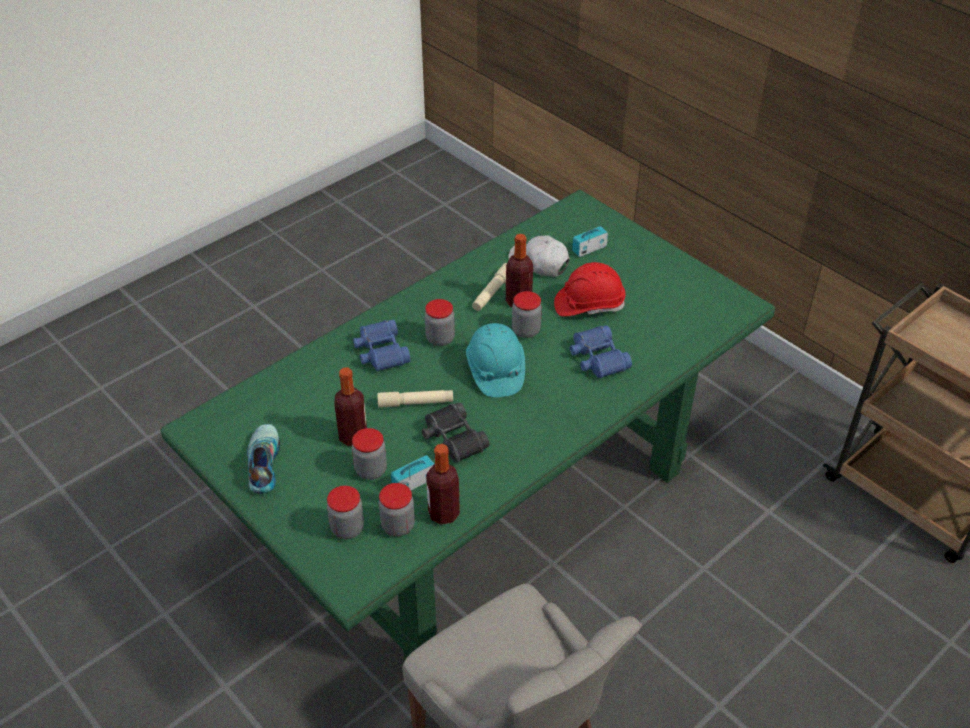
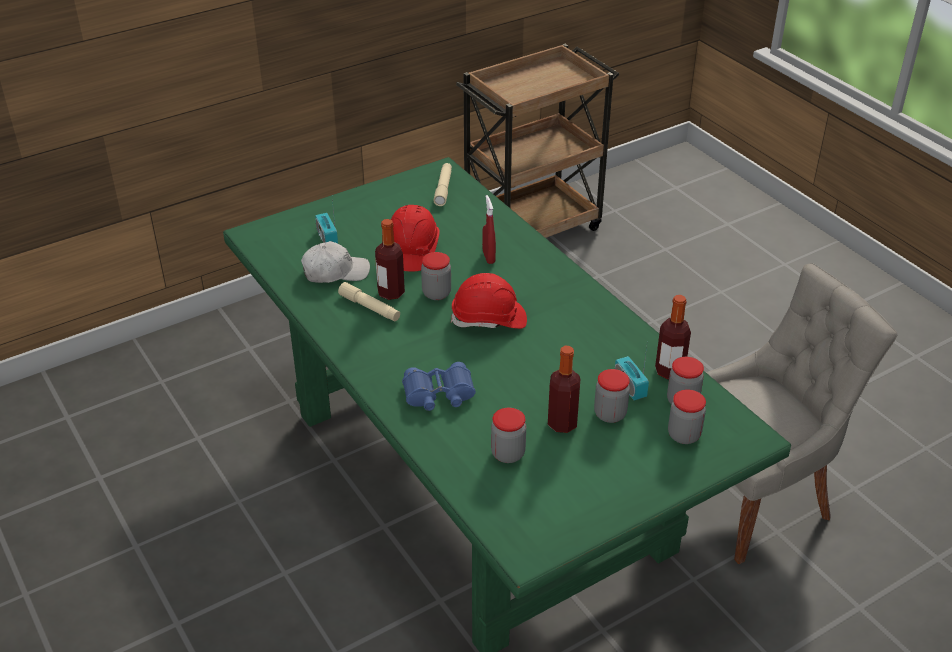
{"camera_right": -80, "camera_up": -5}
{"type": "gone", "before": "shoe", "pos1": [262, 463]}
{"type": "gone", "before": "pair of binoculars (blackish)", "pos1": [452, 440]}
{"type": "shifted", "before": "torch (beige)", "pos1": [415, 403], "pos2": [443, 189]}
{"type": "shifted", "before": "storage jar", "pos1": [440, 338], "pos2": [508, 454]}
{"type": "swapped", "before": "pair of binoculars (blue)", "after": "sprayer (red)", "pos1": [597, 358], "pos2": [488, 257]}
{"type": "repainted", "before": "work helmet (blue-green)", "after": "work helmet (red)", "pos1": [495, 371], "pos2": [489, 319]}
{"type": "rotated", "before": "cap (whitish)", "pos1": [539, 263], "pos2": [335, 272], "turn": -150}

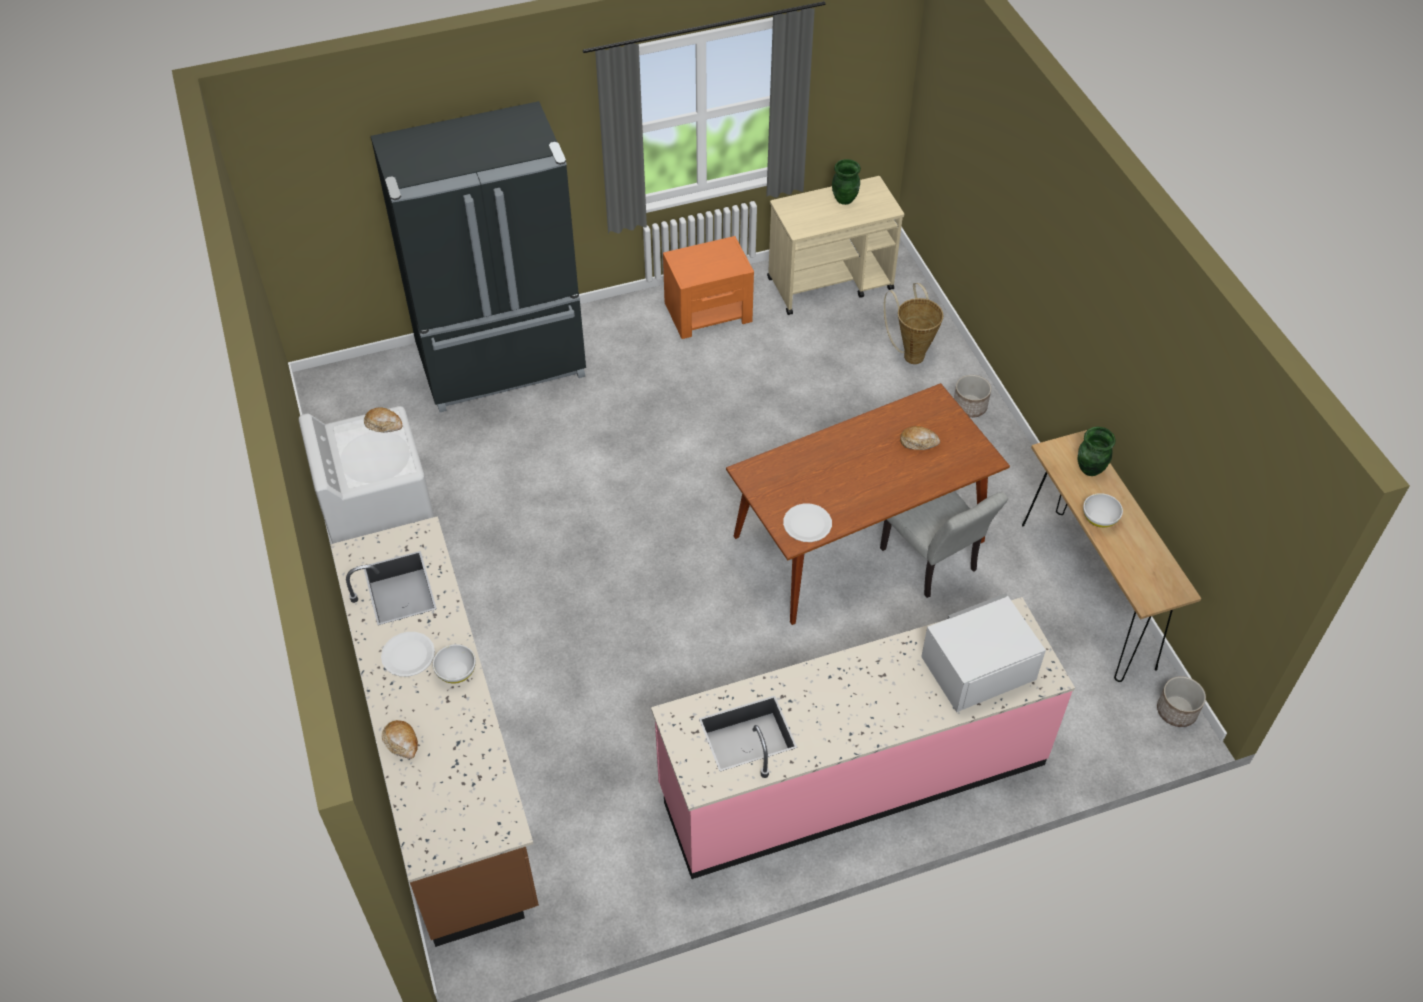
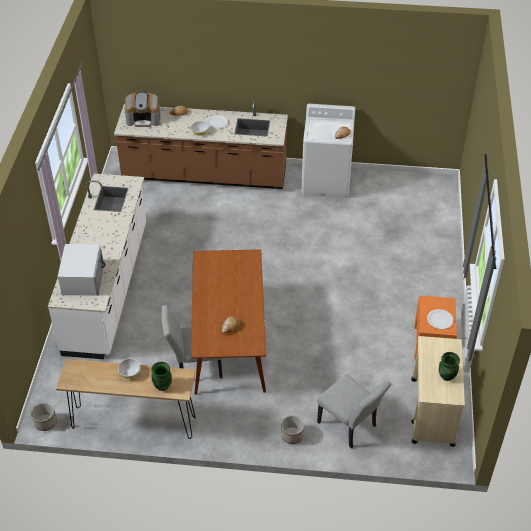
{"camera_right": 115, "camera_up": -5}
{"type": "gone", "before": "fridge (blackish)", "pos1": [503, 363]}
{"type": "new", "after": "coffee machine", "pos2": [143, 119]}
{"type": "shifted", "before": "dinner plate (whitish)", "pos1": [807, 524], "pos2": [440, 319]}
{"type": "swapped", "before": "basket", "after": "plain chair (grey)", "pos1": [911, 353], "pos2": [350, 426]}
{"type": "repainted", "before": "counter (pink-coloured)", "after": "counter (whitish)", "pos1": [852, 775], "pos2": [107, 288]}

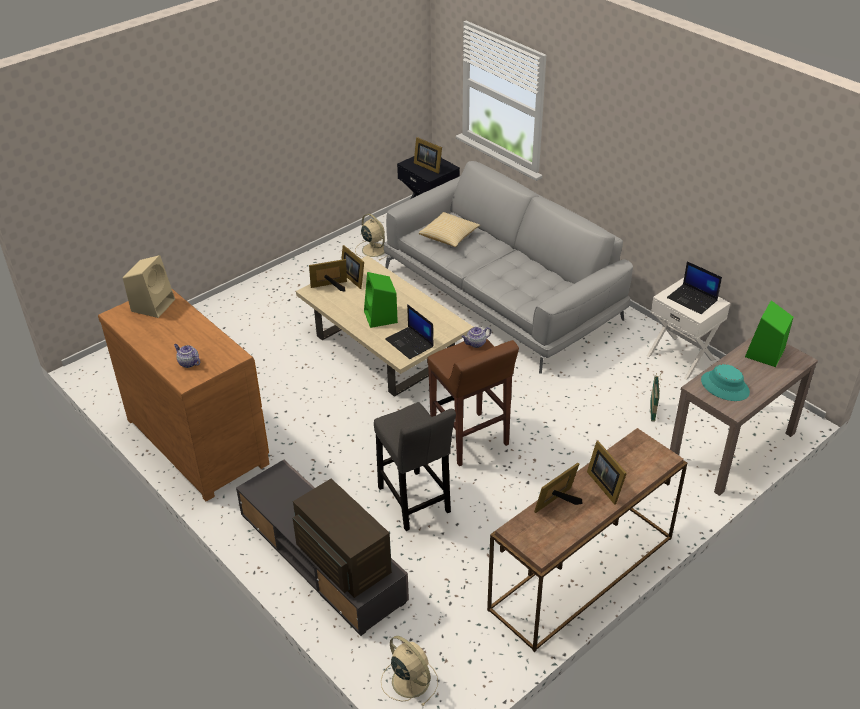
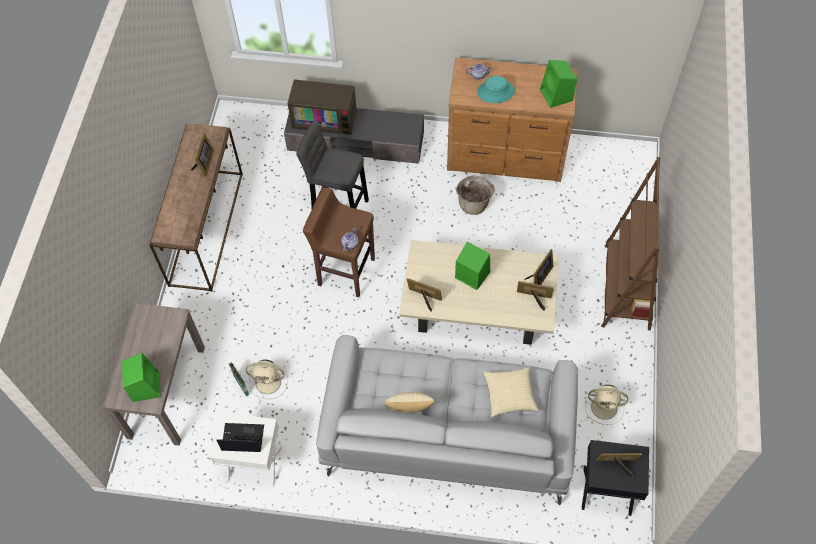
{"camera_right": 140, "camera_up": 20}
{"type": "gone", "before": "notebook computer", "pos1": [410, 343]}
{"type": "new", "after": "throw pillow", "pos2": [409, 411]}
{"type": "new", "after": "basket", "pos2": [474, 203]}
{"type": "new", "after": "bookcase (brown-coloured)", "pos2": [626, 287]}
{"type": "shifted", "before": "electric fan (beige)", "pos1": [409, 680], "pos2": [269, 382]}
{"type": "shifted", "before": "standing frame", "pos1": [605, 484], "pos2": [424, 298]}
{"type": "shifted", "before": "clothing hat (blue-green)", "pos1": [725, 386], "pos2": [495, 92]}
{"type": "repainted", "before": "speaker (beige)", "after": "speaker (green)", "pos1": [153, 304], "pos2": [557, 95]}

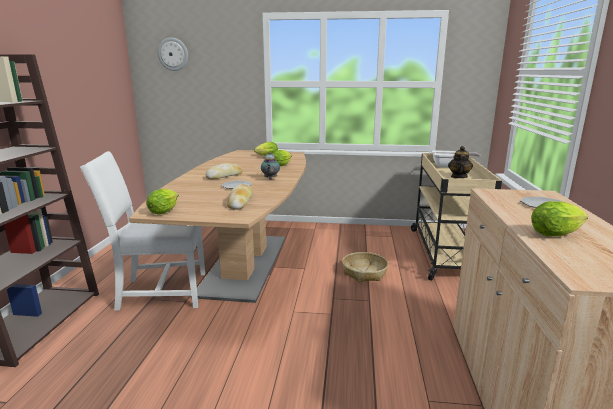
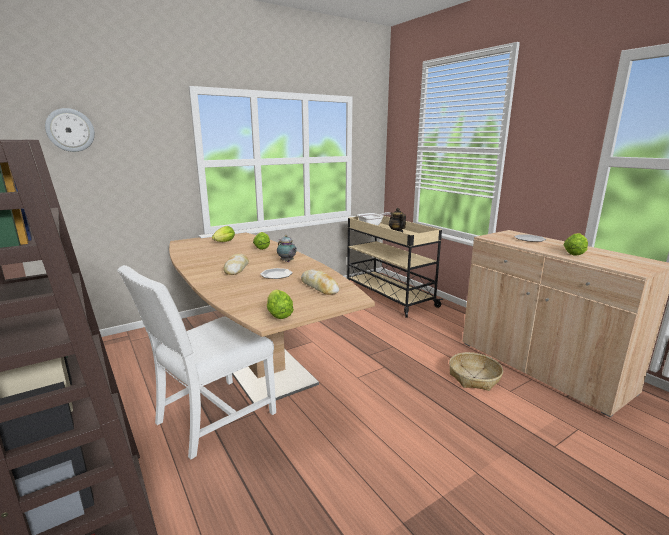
{"camera_right": -40, "camera_up": 0}
{"type": "shifted", "before": "basket", "pos1": [364, 273], "pos2": [474, 377]}

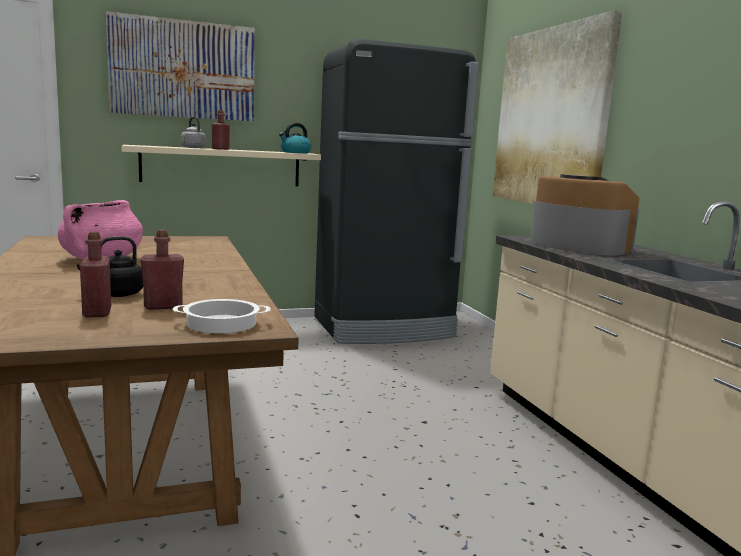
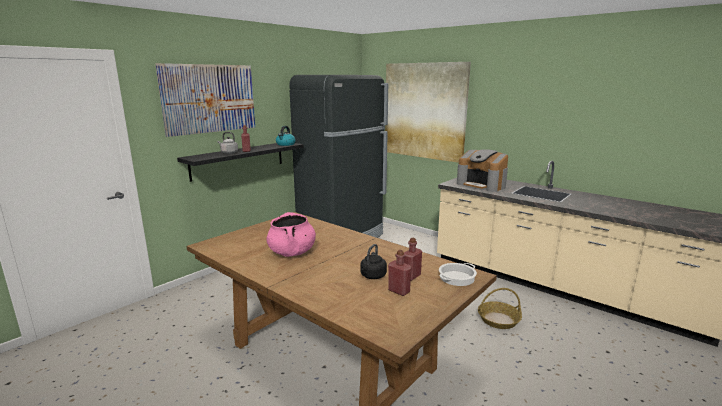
{"camera_right": -30, "camera_up": 5}
{"type": "new", "after": "basket", "pos2": [498, 320]}
{"type": "repainted", "before": "bracket shelf (beige)", "after": "bracket shelf (blackish)", "pos1": [221, 166], "pos2": [238, 160]}
{"type": "rotated", "before": "coffee machine", "pos1": [577, 246], "pos2": [482, 185], "turn": -150}

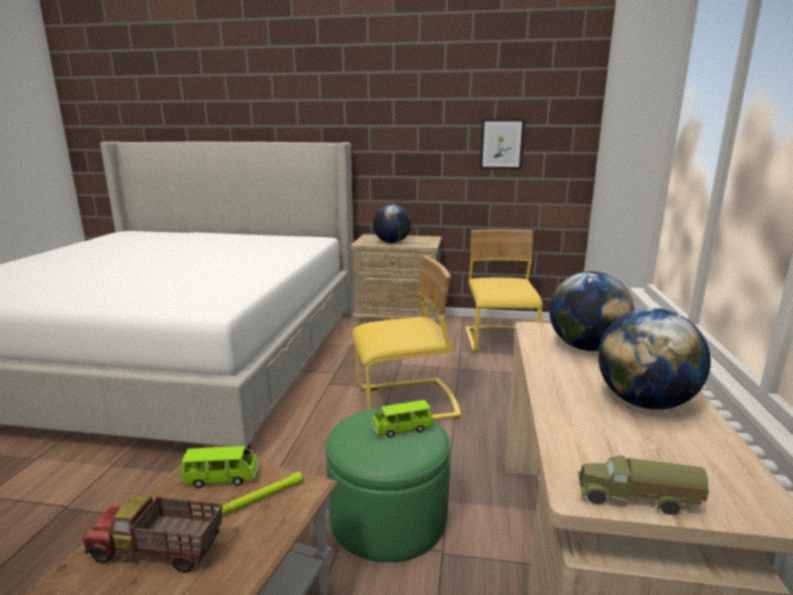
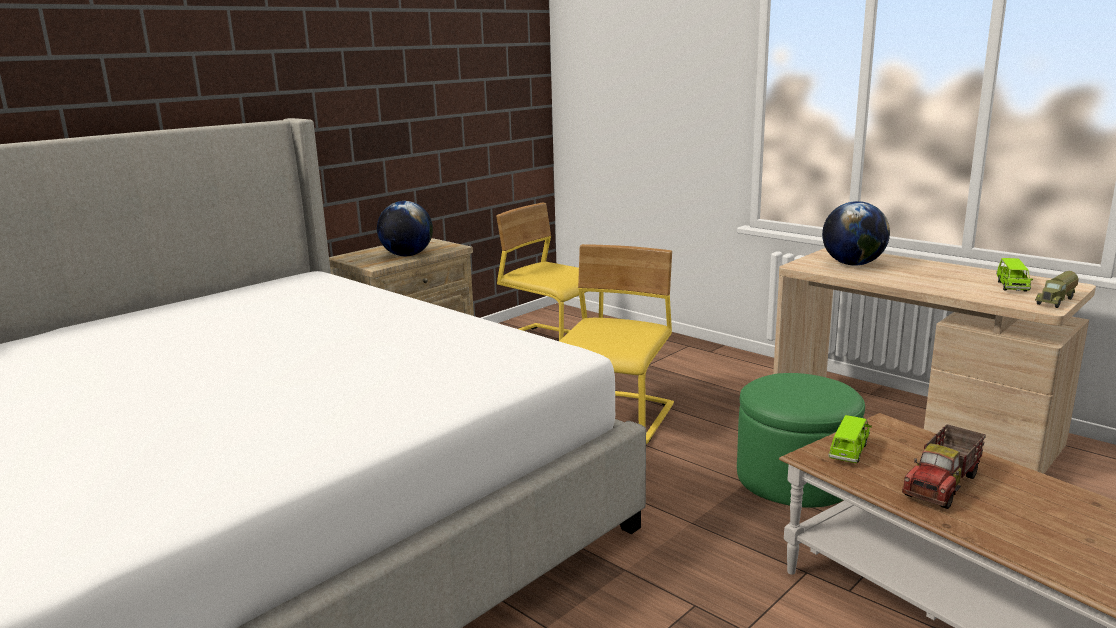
{"camera_right": -55, "camera_up": 0}
{"type": "gone", "before": "torch (green)", "pos1": [260, 499]}
{"type": "gone", "before": "picture", "pos1": [501, 144]}
{"type": "gone", "before": "world globe", "pos1": [644, 402]}
{"type": "shifted", "before": "model car (green)", "pos1": [402, 429], "pos2": [1012, 286]}

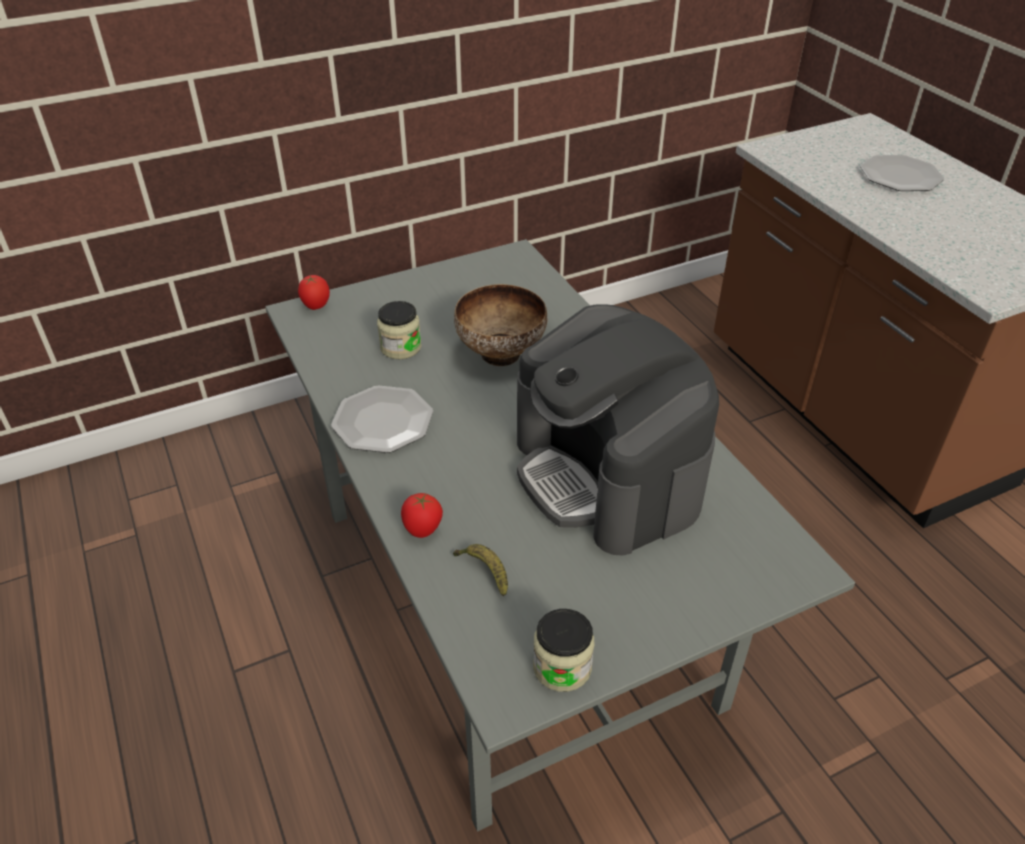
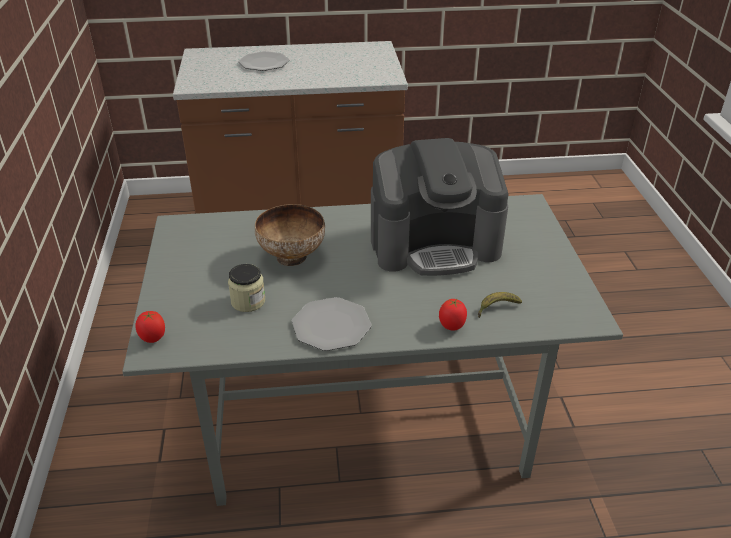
{"camera_right": -70, "camera_up": -5}
{"type": "gone", "before": "storage jar", "pos1": [562, 667]}

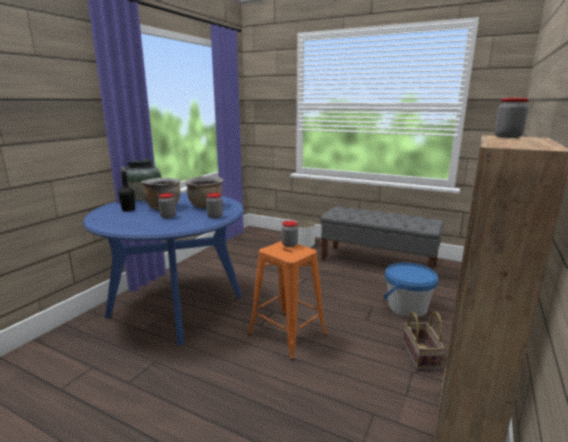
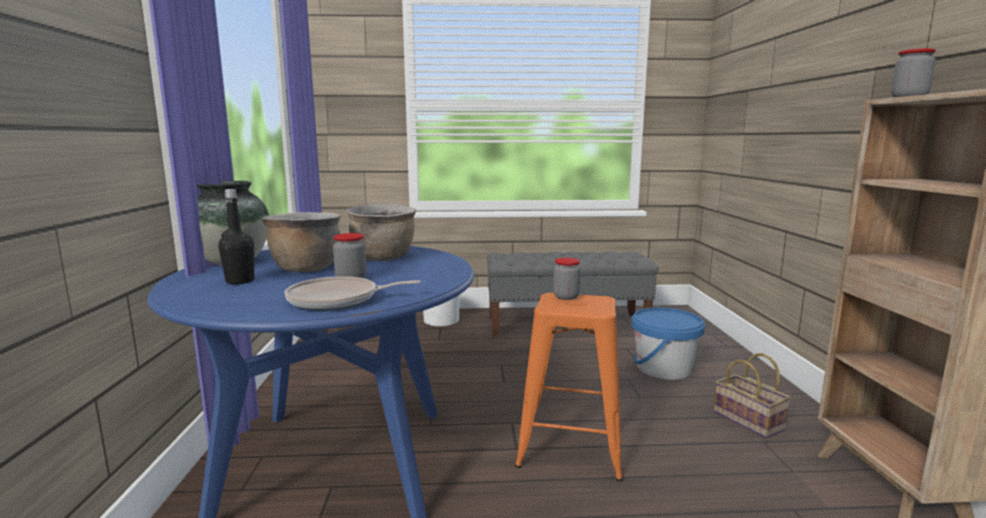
{"camera_right": -30, "camera_up": -5}
{"type": "gone", "before": "storage jar", "pos1": [215, 216]}
{"type": "new", "after": "frying pan", "pos2": [338, 300]}

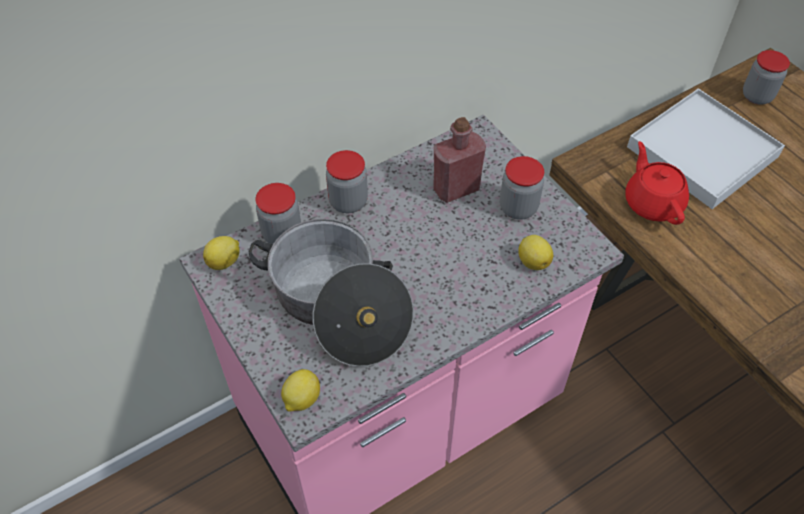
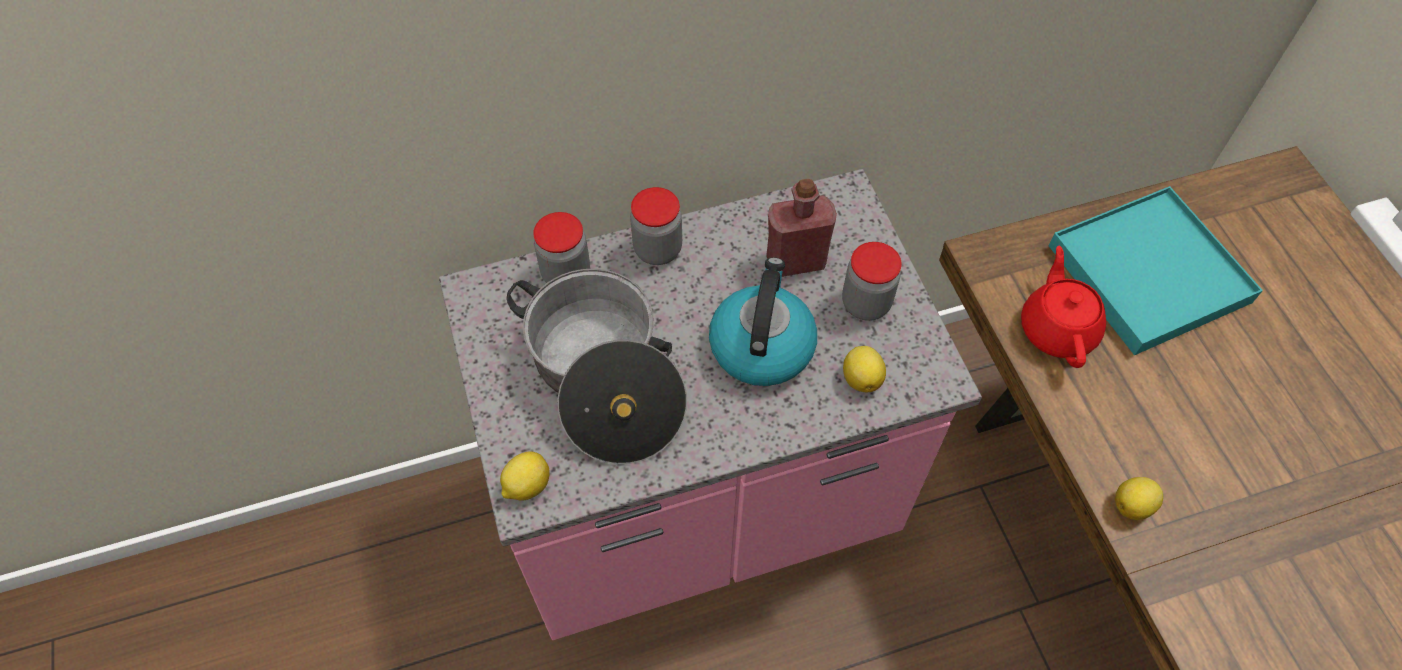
{"camera_right": 15, "camera_up": 5}
{"type": "gone", "before": "storage jar", "pos1": [757, 96]}
{"type": "new", "after": "kettle", "pos2": [761, 345]}
{"type": "shifted", "before": "lemon", "pos1": [225, 261], "pos2": [1132, 505]}
{"type": "repainted", "before": "serving tray (whitish)", "after": "serving tray (blue-green)", "pos1": [701, 152], "pos2": [1147, 273]}

